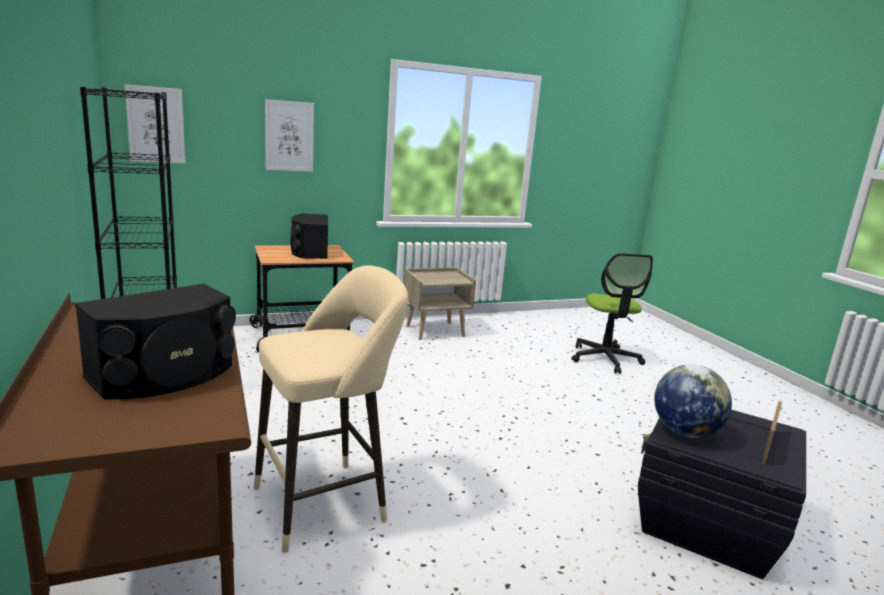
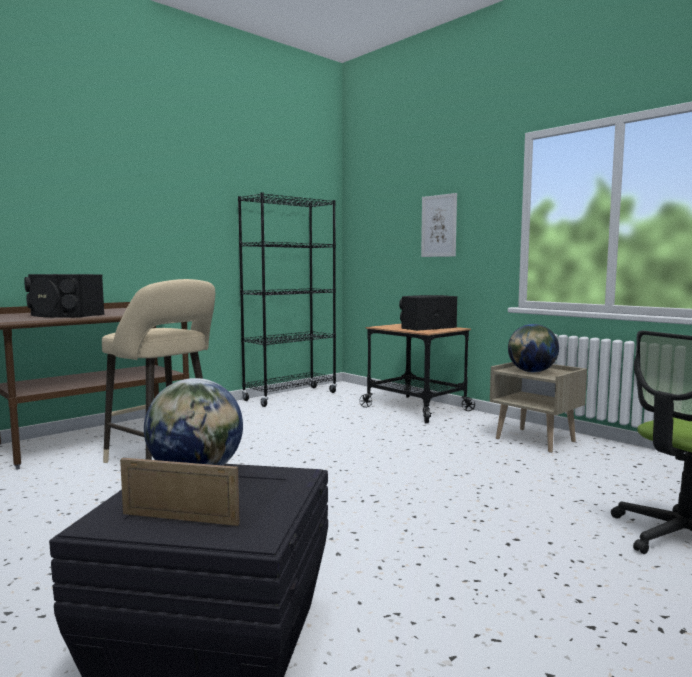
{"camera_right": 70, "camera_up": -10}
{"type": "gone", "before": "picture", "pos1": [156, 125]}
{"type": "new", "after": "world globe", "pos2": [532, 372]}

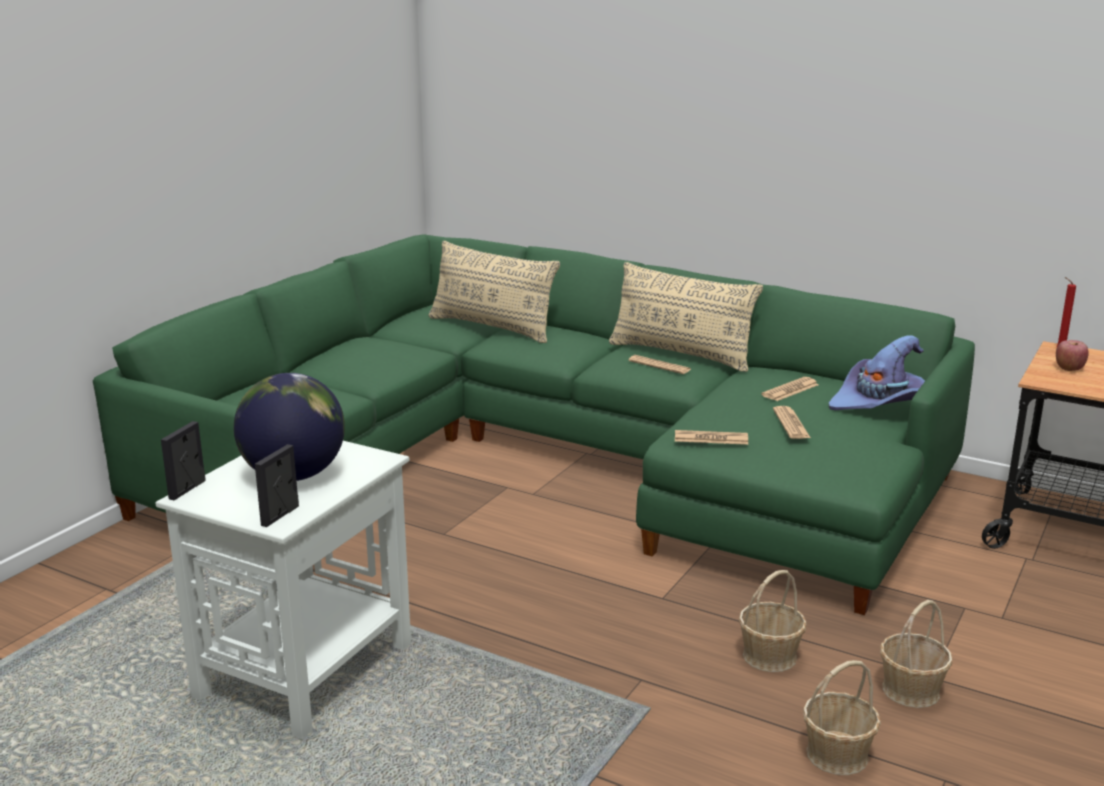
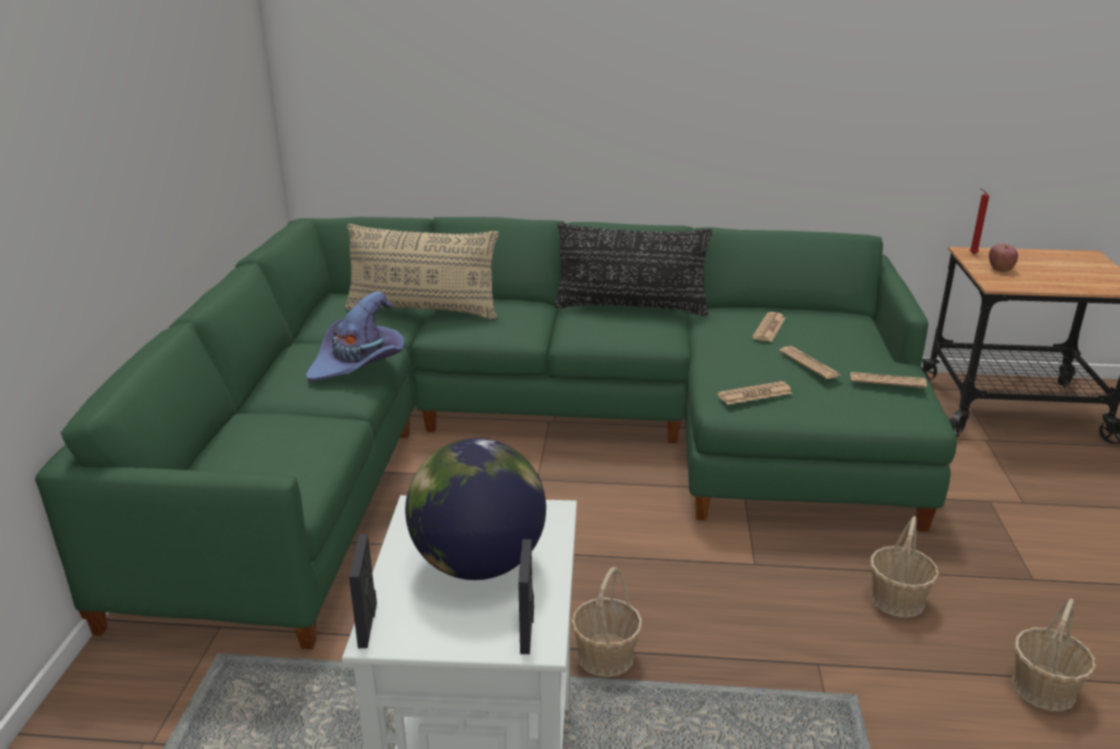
{"camera_right": -25, "camera_up": 5}
{"type": "shifted", "before": "newspaper", "pos1": [659, 365], "pos2": [887, 381]}
{"type": "shifted", "before": "clothing hat (purplish)", "pos1": [879, 402], "pos2": [359, 363]}
{"type": "shifted", "before": "basket", "pos1": [910, 690], "pos2": [605, 656]}
{"type": "repainted", "before": "throw pillow (beige)", "after": "throw pillow (blackish)", "pos1": [681, 354], "pos2": [631, 307]}

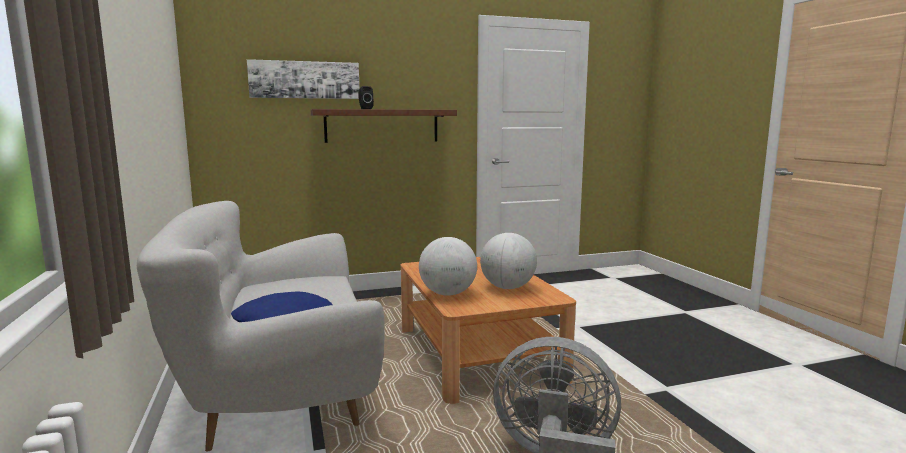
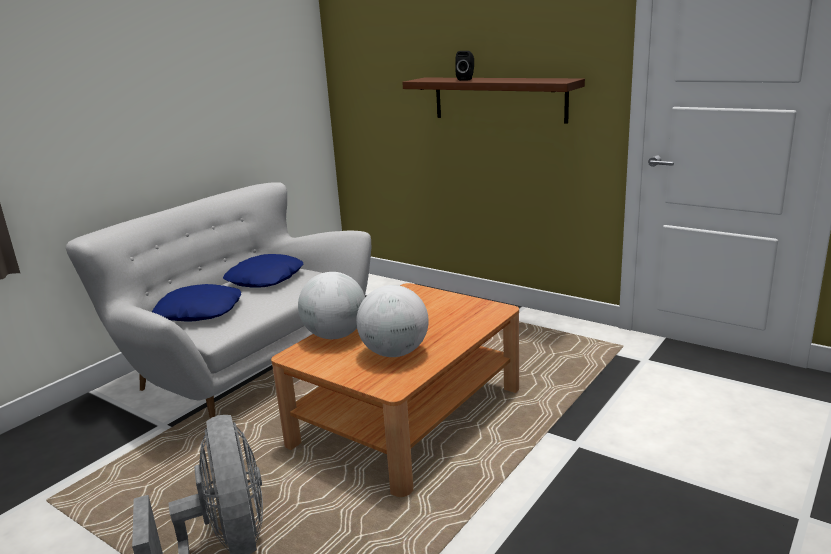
{"camera_right": 55, "camera_up": 10}
{"type": "gone", "before": "picture", "pos1": [305, 80]}
{"type": "new", "after": "throw pillow (blue)", "pos2": [266, 279]}

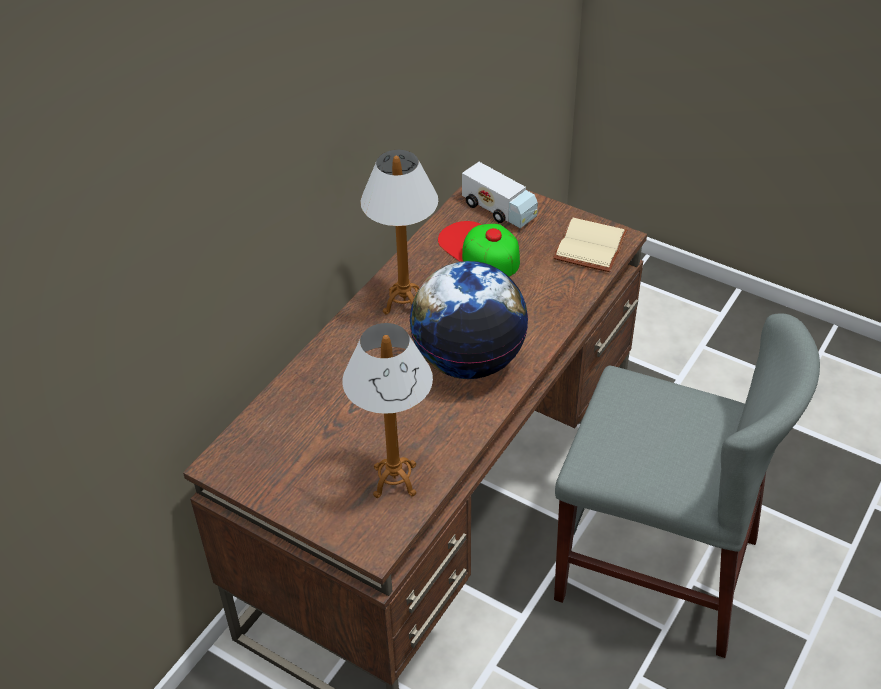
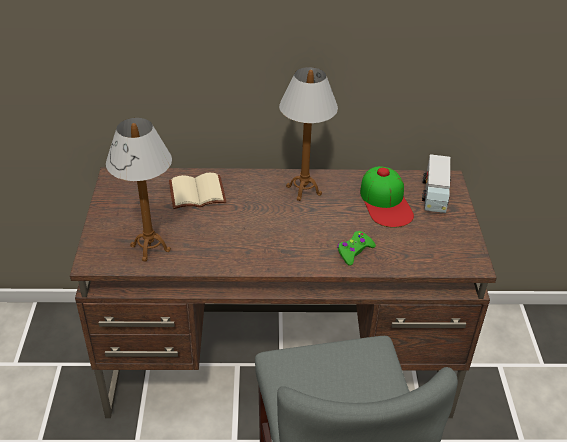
{"camera_right": 55, "camera_up": -5}
{"type": "gone", "before": "world globe", "pos1": [468, 360]}
{"type": "new", "after": "game controller (green)", "pos2": [354, 251]}
{"type": "shifted", "before": "bound book (beige)", "pos1": [592, 247], "pos2": [196, 194]}
{"type": "rotated", "before": "cap", "pos1": [479, 250], "pos2": [386, 202], "turn": 150}

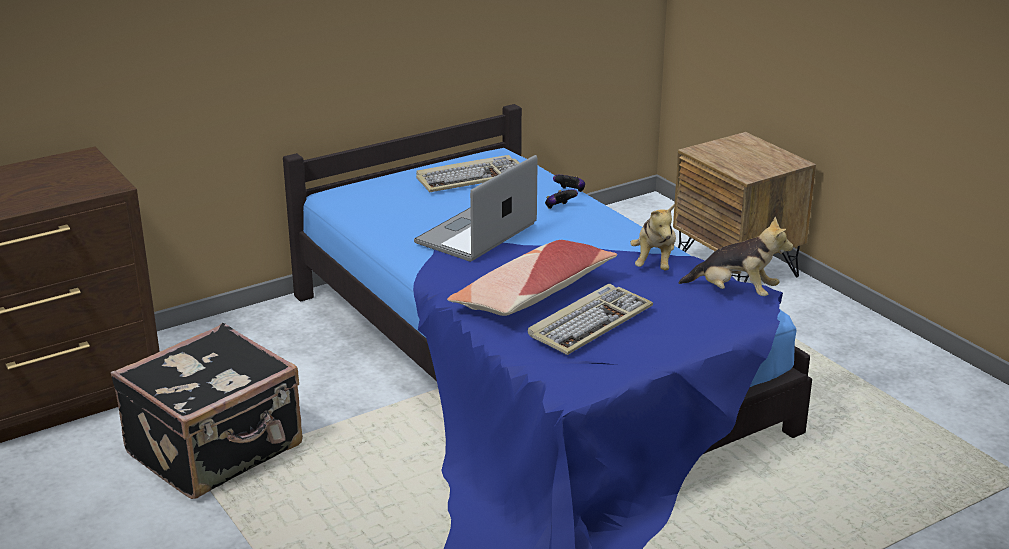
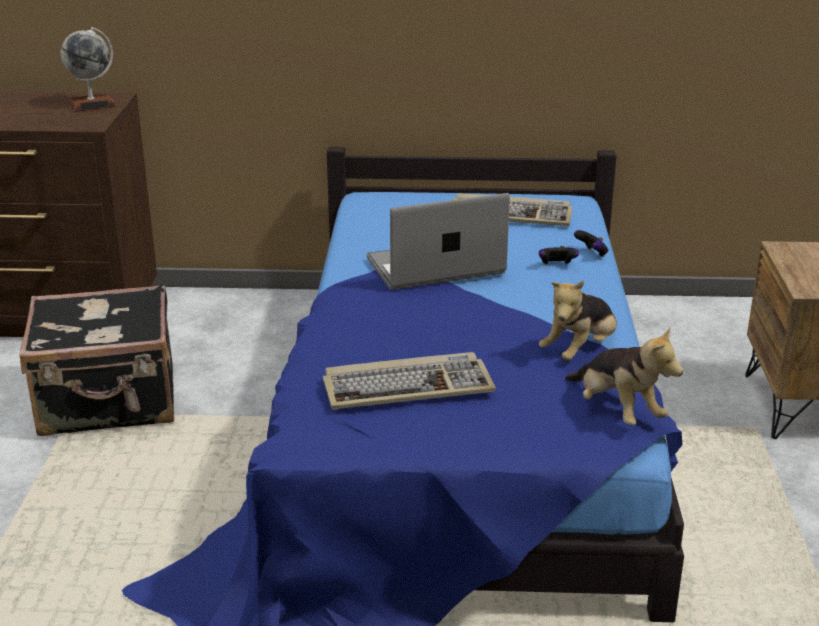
{"camera_right": 35, "camera_up": 0}
{"type": "gone", "before": "throw pillow", "pos1": [533, 294]}
{"type": "new", "after": "world globe", "pos2": [92, 105]}

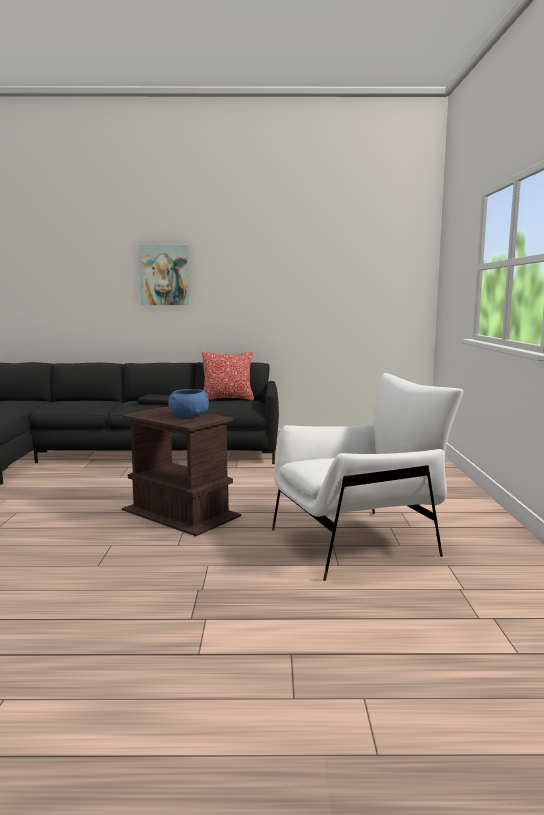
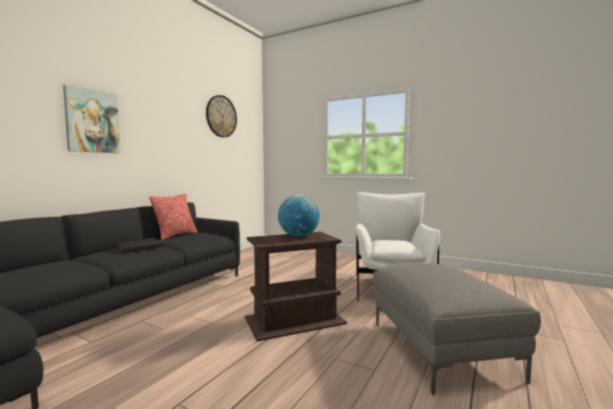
{"camera_right": -60, "camera_up": -5}
{"type": "new", "after": "clock on the wall", "pos2": [221, 116]}
{"type": "new", "after": "footrest (grey)", "pos2": [438, 349]}
{"type": "swapped", "before": "serving bowl (blue)", "after": "world globe", "pos1": [189, 416], "pos2": [298, 236]}

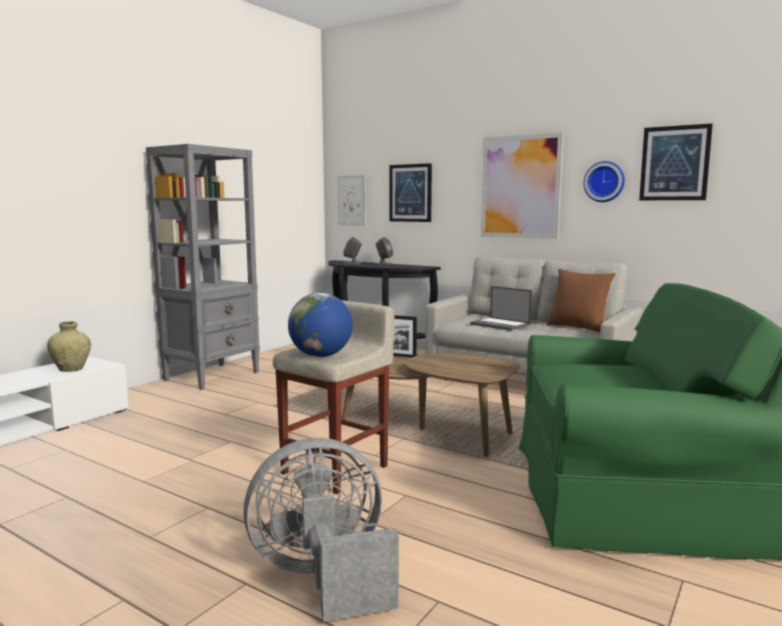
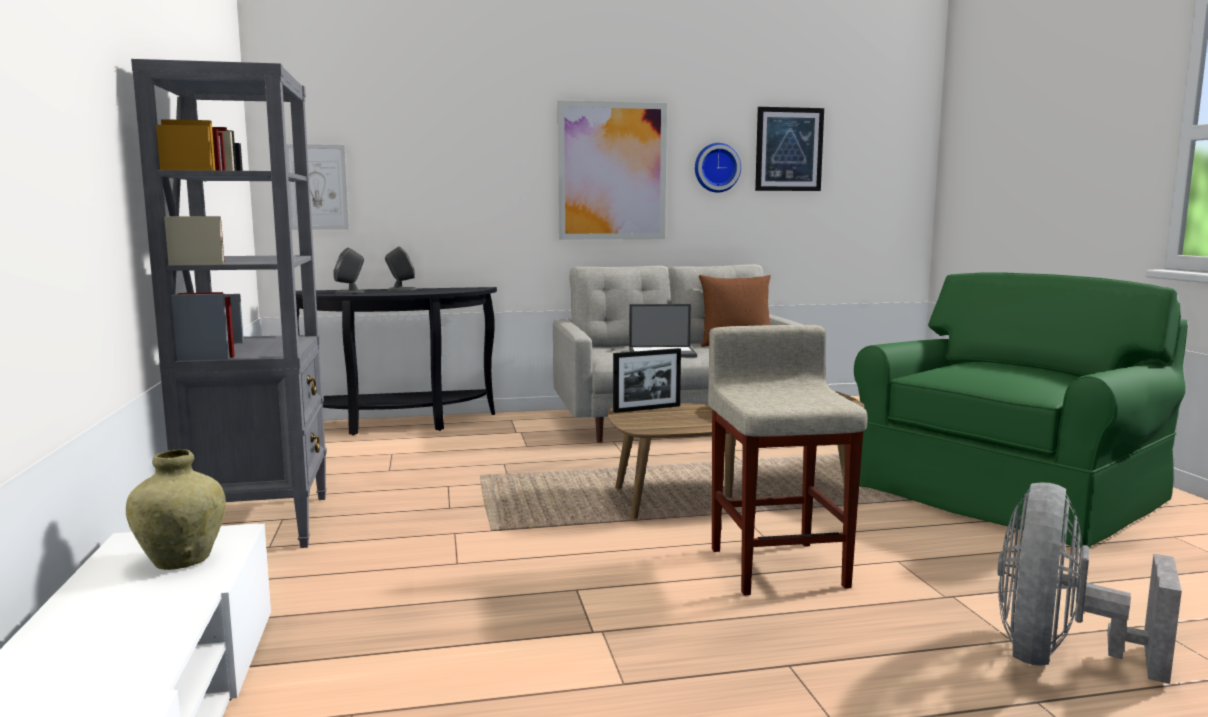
{"camera_right": -45, "camera_up": 0}
{"type": "gone", "before": "world globe", "pos1": [321, 355]}
{"type": "gone", "before": "picture", "pos1": [410, 193]}

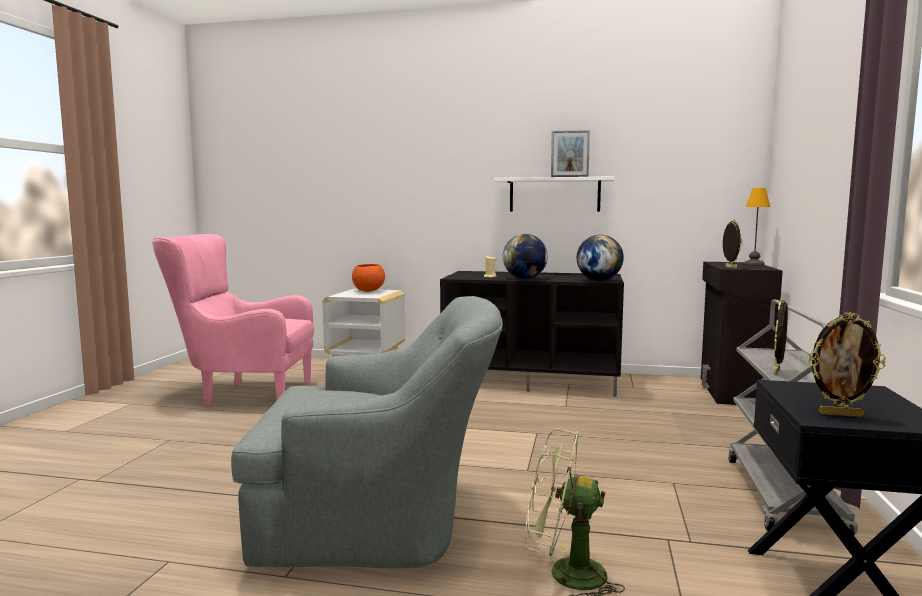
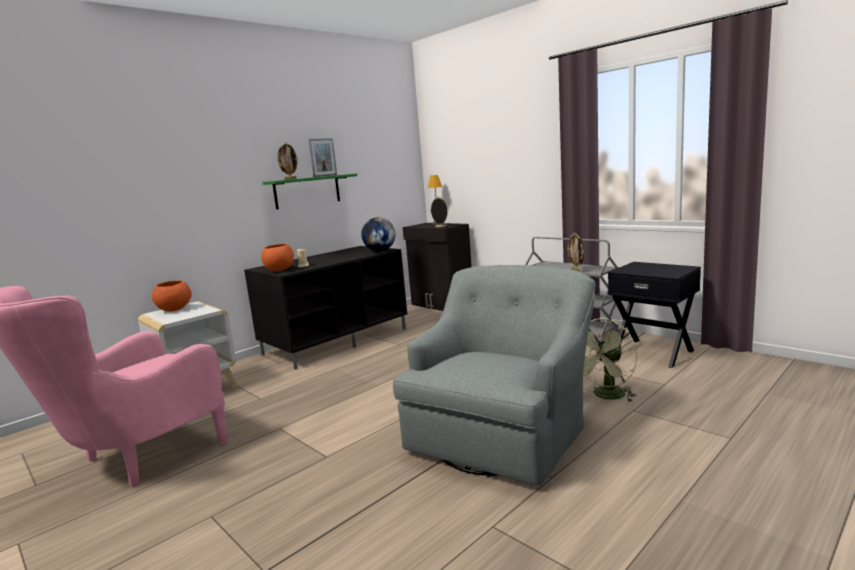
{"camera_right": -55, "camera_up": 5}
{"type": "gone", "before": "world globe", "pos1": [524, 278]}
{"type": "new", "after": "serving bowl (orange)", "pos2": [280, 270]}
{"type": "shifted", "before": "standing frame", "pos1": [840, 414], "pos2": [290, 179]}
{"type": "repainted", "before": "bracket shelf (whitish)", "after": "bracket shelf (green)", "pos1": [554, 195], "pos2": [307, 191]}

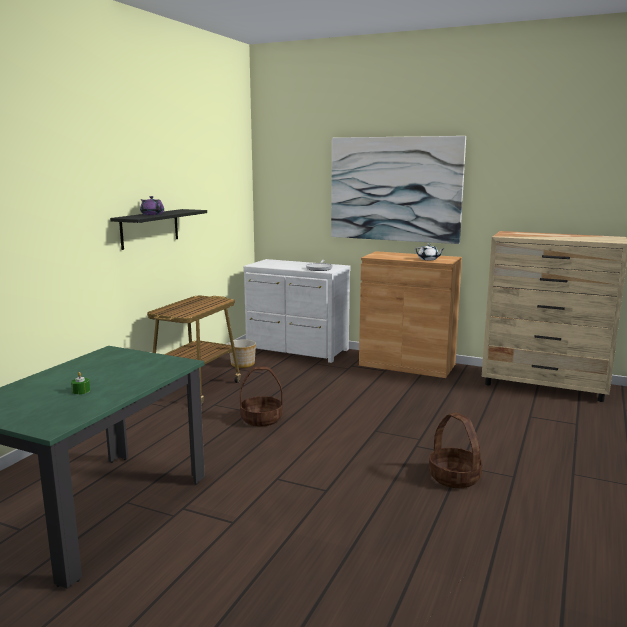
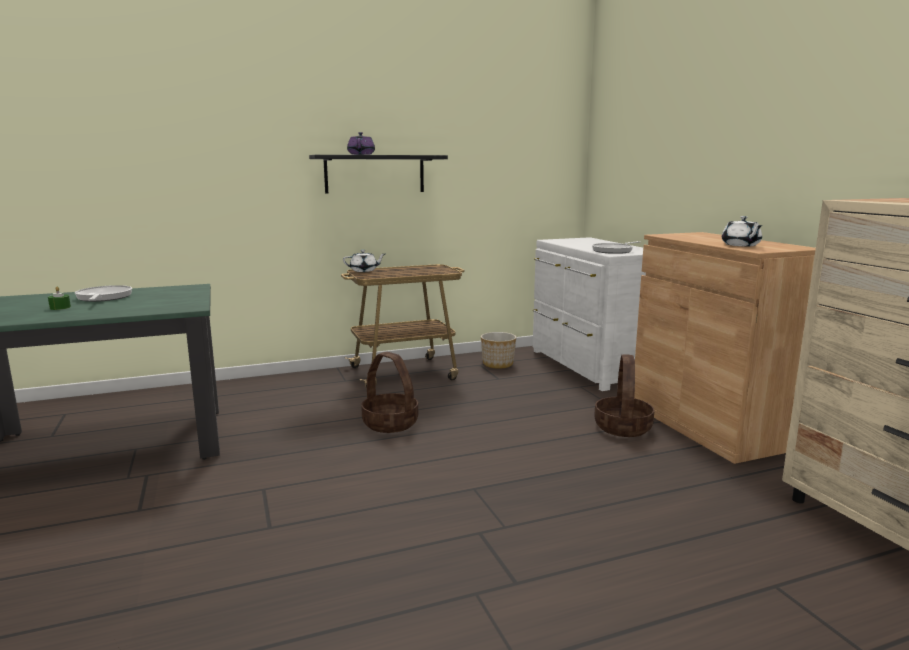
{"camera_right": 45, "camera_up": 0}
{"type": "gone", "before": "picture", "pos1": [395, 189]}
{"type": "new", "after": "frying pan", "pos2": [103, 298]}
{"type": "new", "after": "teapot (whitish)", "pos2": [364, 270]}
{"type": "shifted", "before": "basket", "pos1": [455, 477], "pos2": [623, 427]}

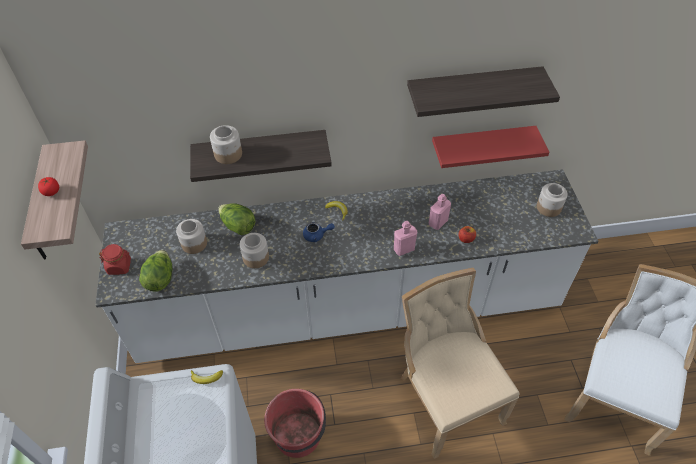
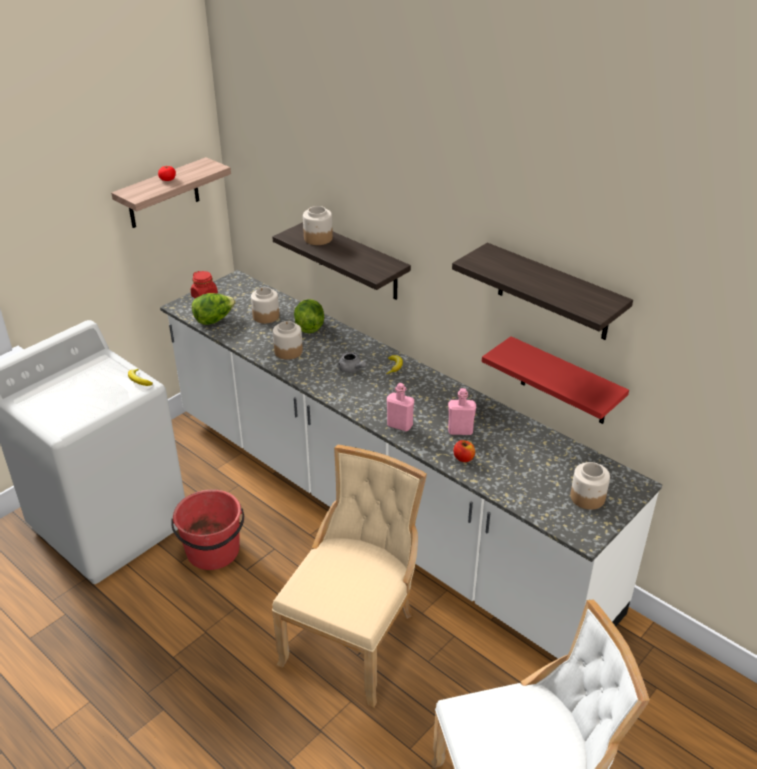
{"camera_right": 50, "camera_up": -15}
{"type": "repainted", "before": "teapot (blue)", "after": "teapot (grey)", "pos1": [317, 235], "pos2": [351, 369]}

